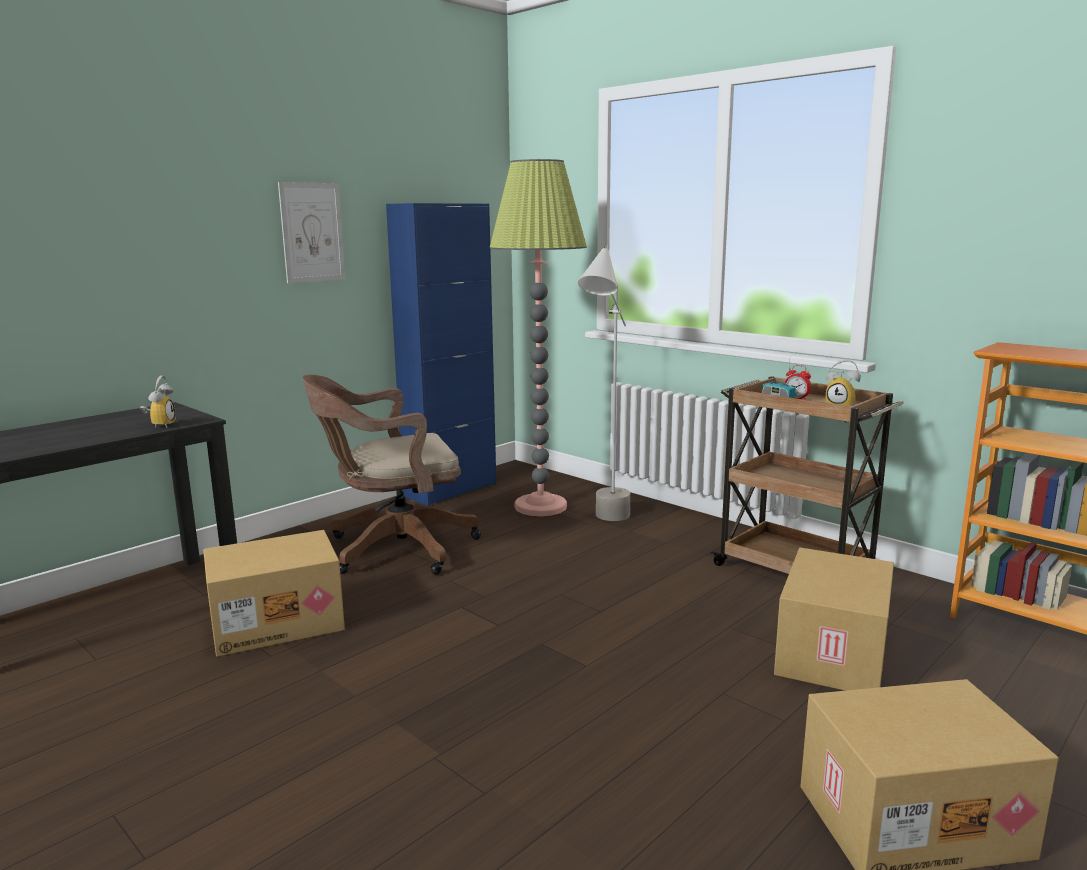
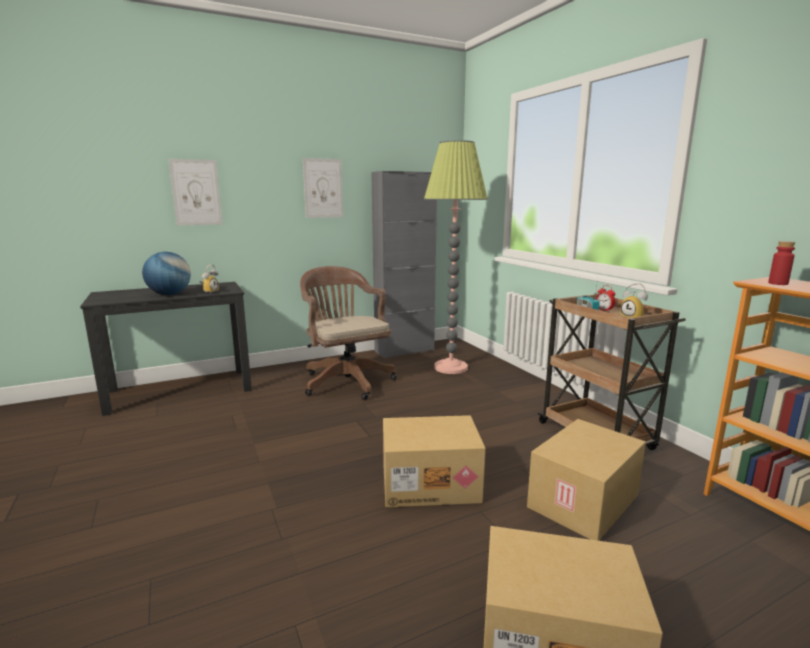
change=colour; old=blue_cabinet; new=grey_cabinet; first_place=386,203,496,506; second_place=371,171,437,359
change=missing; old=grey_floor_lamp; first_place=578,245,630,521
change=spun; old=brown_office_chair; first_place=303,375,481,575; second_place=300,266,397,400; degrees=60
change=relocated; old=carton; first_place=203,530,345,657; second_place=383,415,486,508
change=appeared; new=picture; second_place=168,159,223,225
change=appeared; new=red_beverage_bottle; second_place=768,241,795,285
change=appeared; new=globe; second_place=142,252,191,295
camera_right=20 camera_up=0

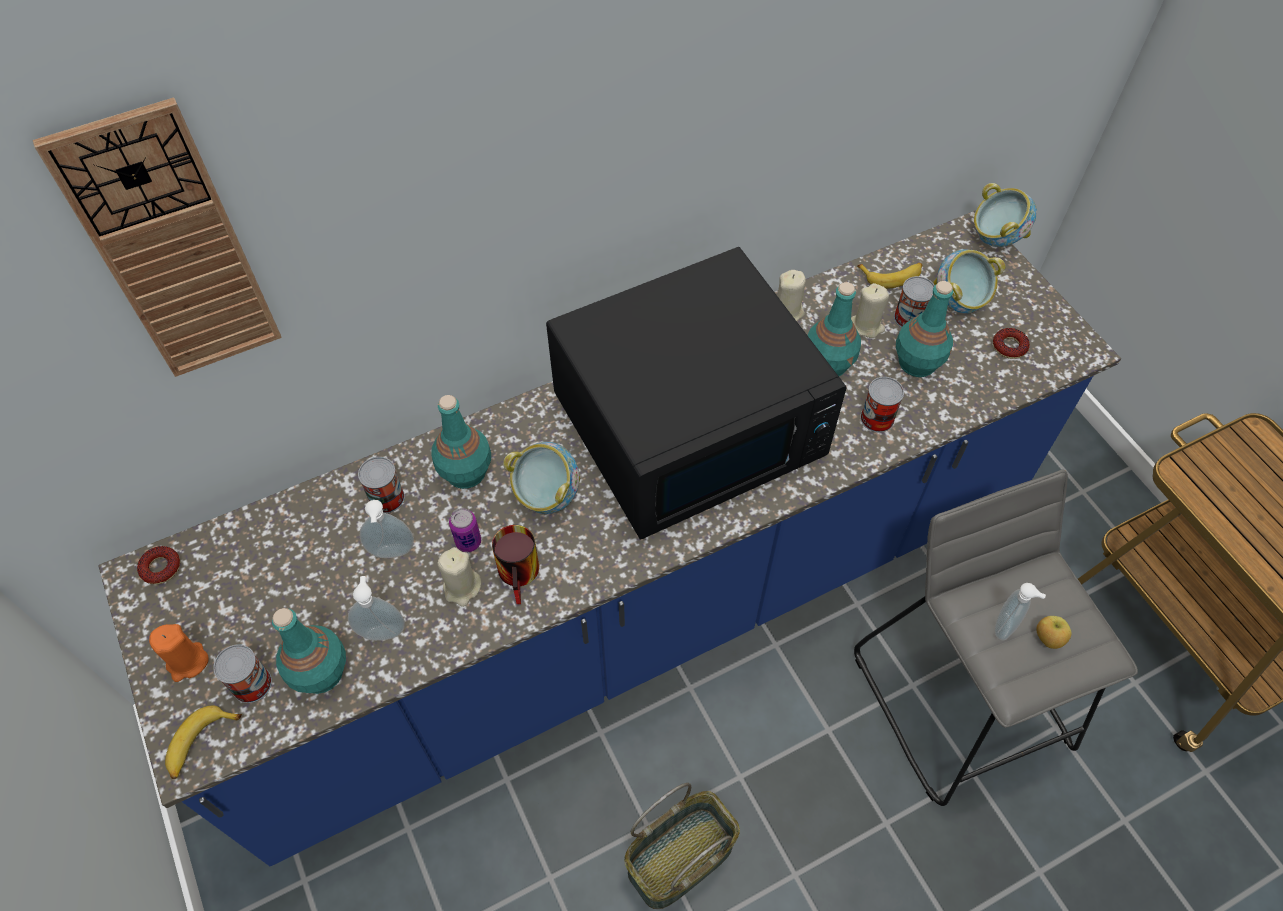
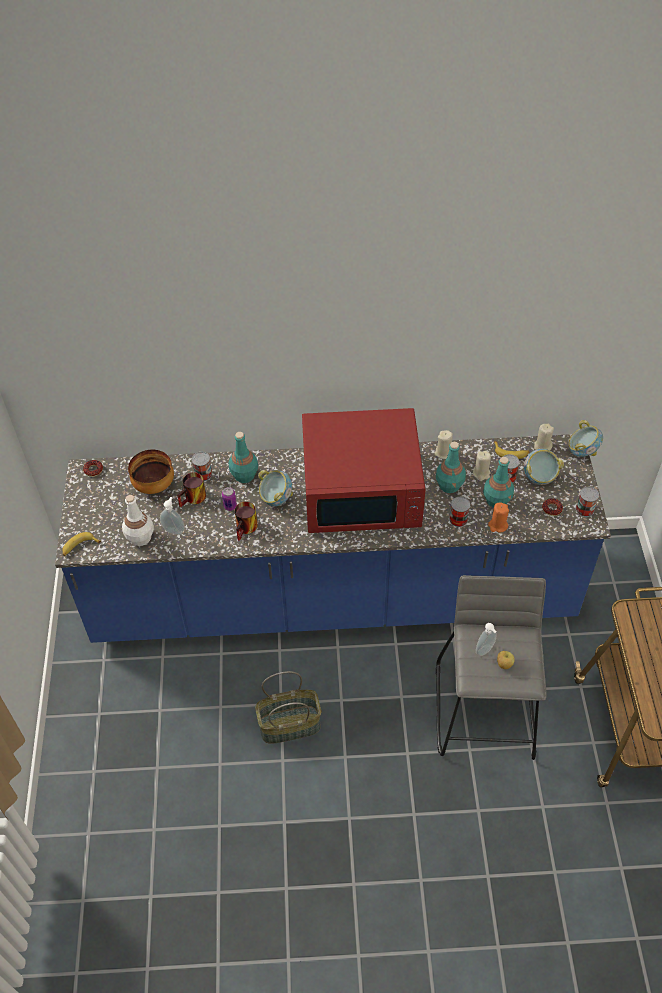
change=missing; old=wall_clock; first_place=33,97,282,377
change=colour; old=black_microwave_oven; new=red_microwave_oven; first_place=546,247,847,539; second_place=302,408,425,533
change=exchanged; old=soap_dispenser; new=tea_mug; first_place=360,500,414,558; second_place=177,472,206,507
change=relocated; old=beige_wax_light; first_place=437,547,481,607; second_place=534,424,554,450
change=colour; old=turquoise-coloured_beverage_bottle; new=white-coloured_beverage_bottle; first_place=272,608,346,694; second_place=122,495,154,546
change=relocated; old=orangey_wax_light; first_place=149,624,209,682; second_place=488,502,509,533
change=relocated; old=sealed_can; first_place=213,644,272,703; second_place=576,487,599,517
change=appeared; new=deep_dish; second_place=128,450,174,494
camera_right=25 camera_up=-5

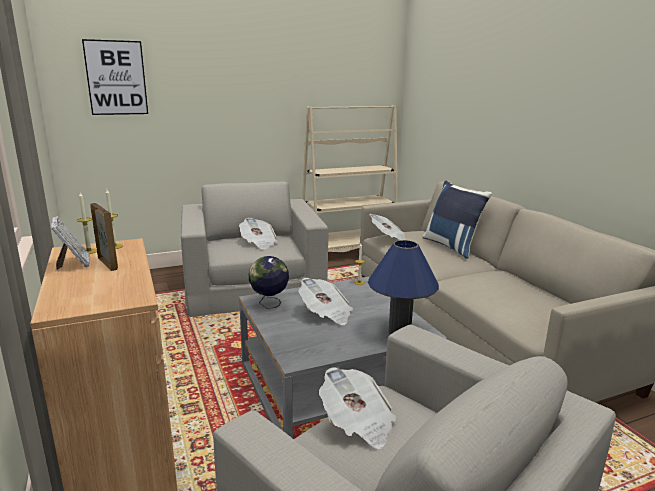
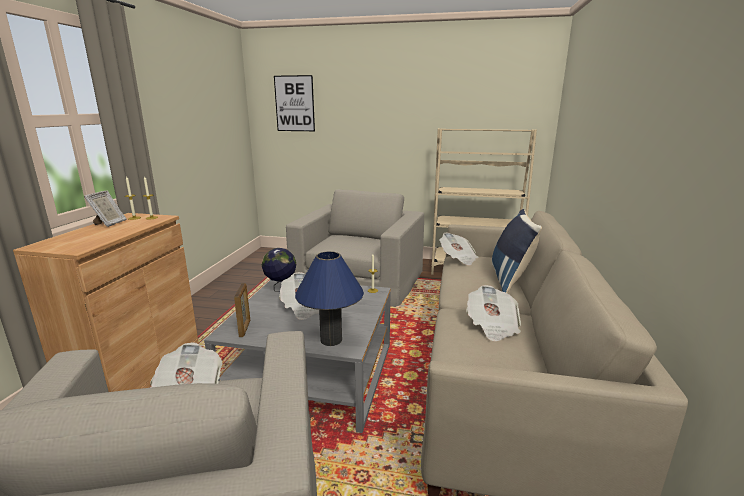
change=relocated; old=standing_frame; first_place=90,203,118,271; second_place=234,283,250,337
change=relocated; old=printed_paper; first_place=239,218,278,249; second_place=466,285,521,342
camera_right=35 camera_up=0

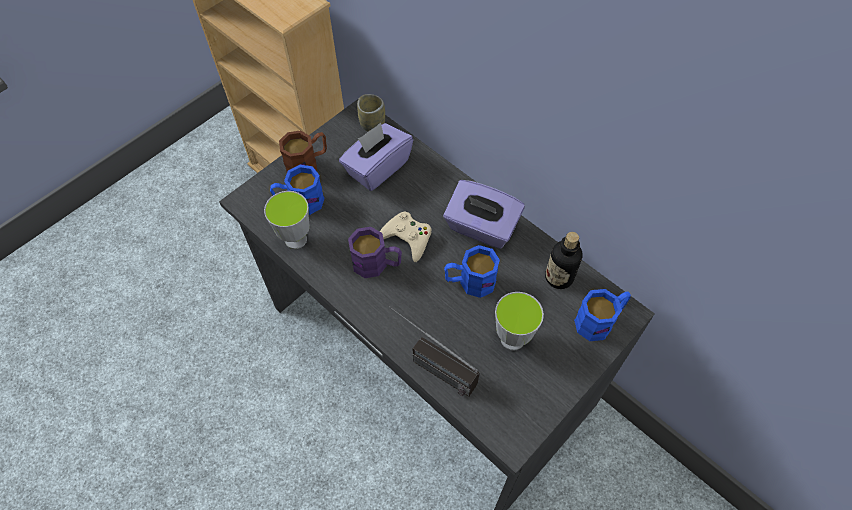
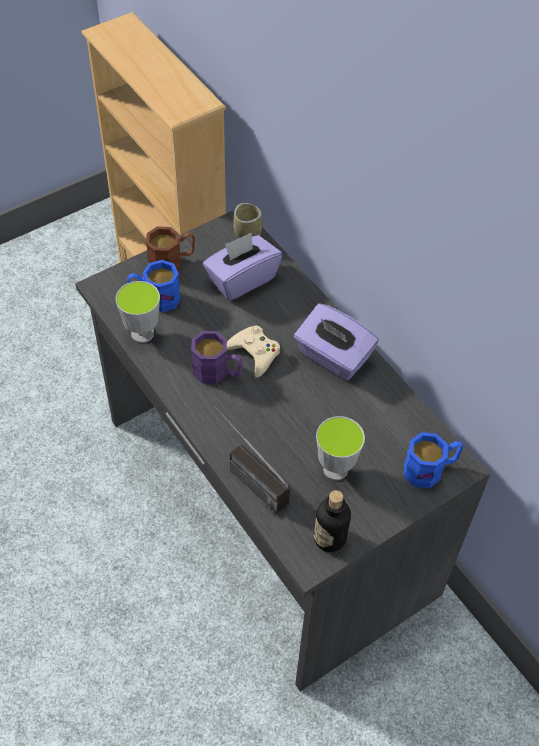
change=relocated; old=beverage_bottle; first_place=545,232,583,289; second_place=314,490,351,552
change=missing; old=blue_tea_mug; first_place=444,245,500,298
camera_right=10 camera_up=-5

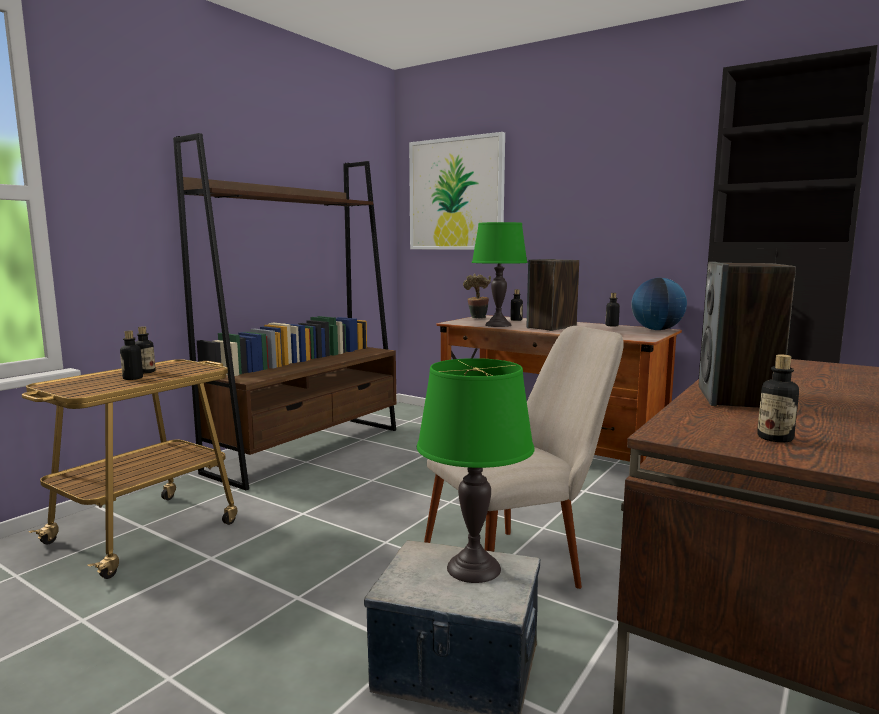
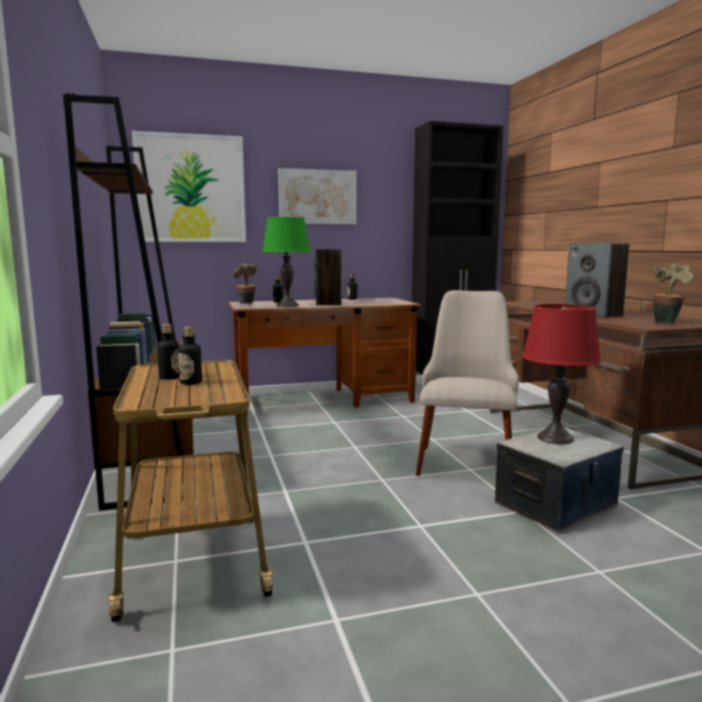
change=missing; old=globe; first_place=631,278,687,330
change=exchanged; old=beverage_bottle; new=houseplant; first_place=757,355,799,442; second_place=653,263,693,324
change=colour; old=greenish_table_lamp; new=red_table_lamp; first_place=417,358,535,583; second_place=522,304,601,444
change=appeared; new=picture; second_place=278,168,357,224
camera_right=-50 camera_up=0

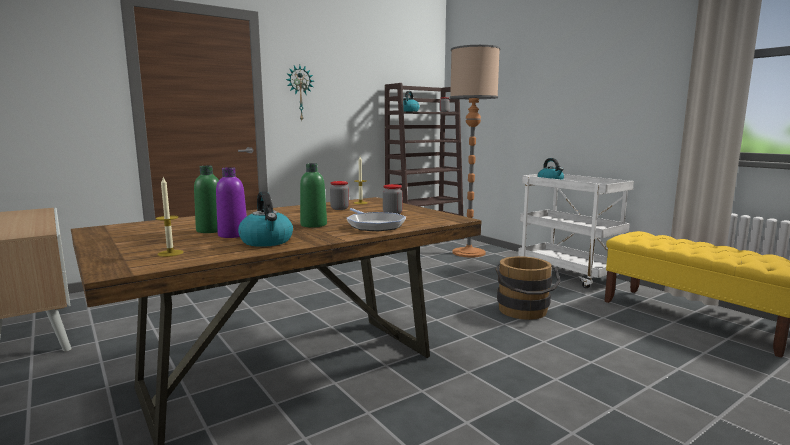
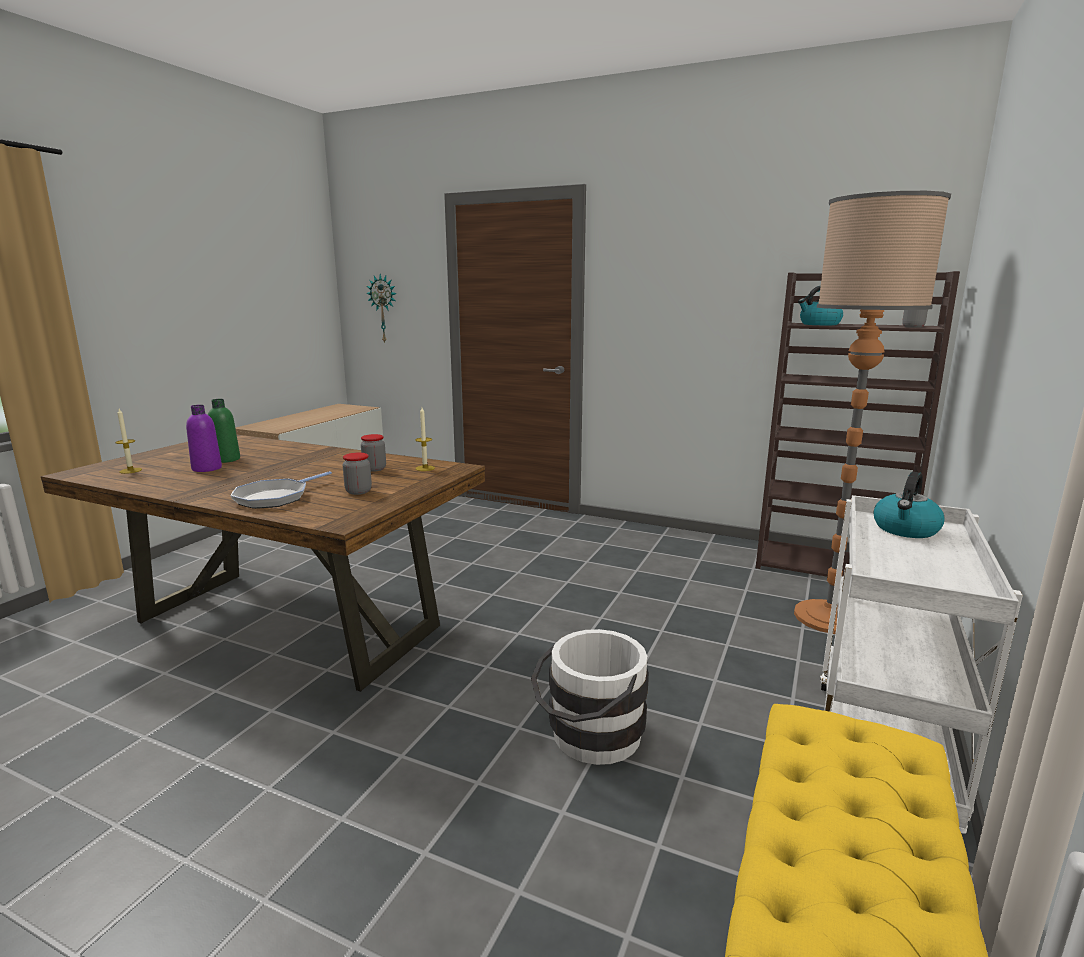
change=relocated; old=wall_clock; first_place=286,65,314,120; second_place=366,274,397,344
change=missing; old=greenish_beverage_bottle; first_place=300,163,327,228
change=missing; old=tea_kettle; first_place=238,191,293,247
change=colour; old=brown_pail; new=white-coloured_pail; first_place=495,256,561,320; second_place=531,629,649,765
camera_right=60 camera_up=5

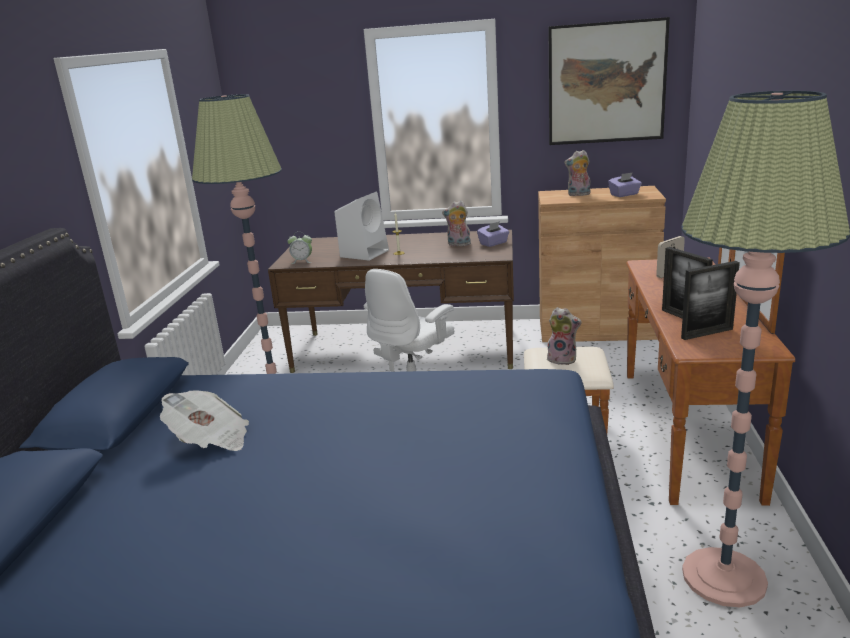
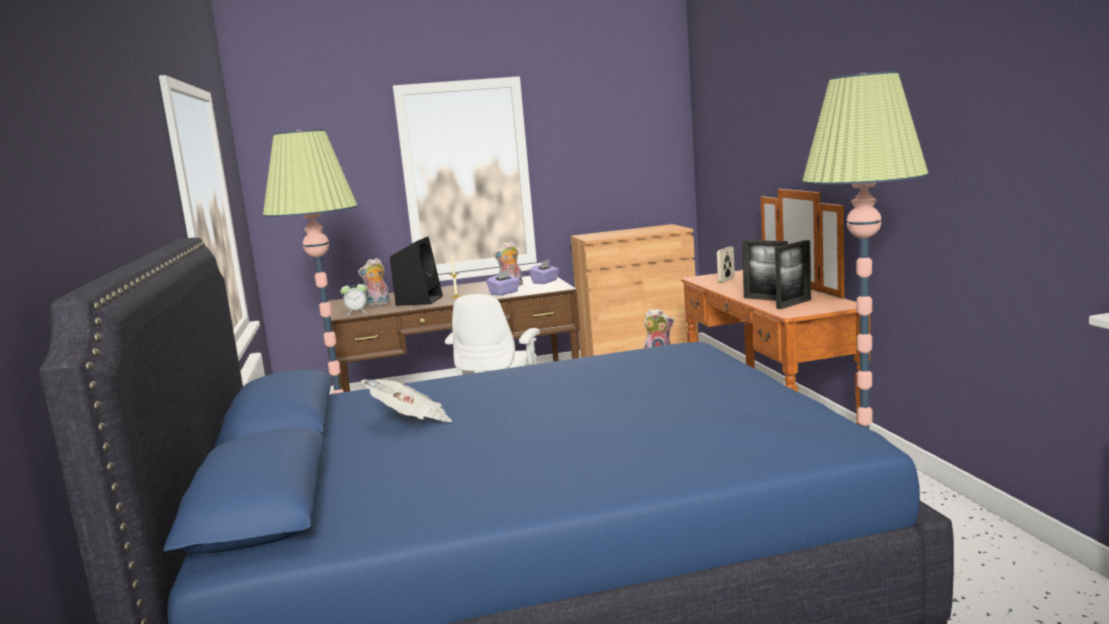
change=missing; old=picture; first_place=549,17,670,145
change=relocated; old=soft_toy; first_place=564,150,591,196; second_place=358,258,390,306
change=relocated; old=purple_box_of_tissues; first_place=608,172,642,197; second_place=486,270,520,296
change=colour; old=white-coloured_audio_speaker; new=black_audio_speaker; first_place=335,191,389,261; second_place=390,237,443,306
camera_right=-20 camera_up=-10

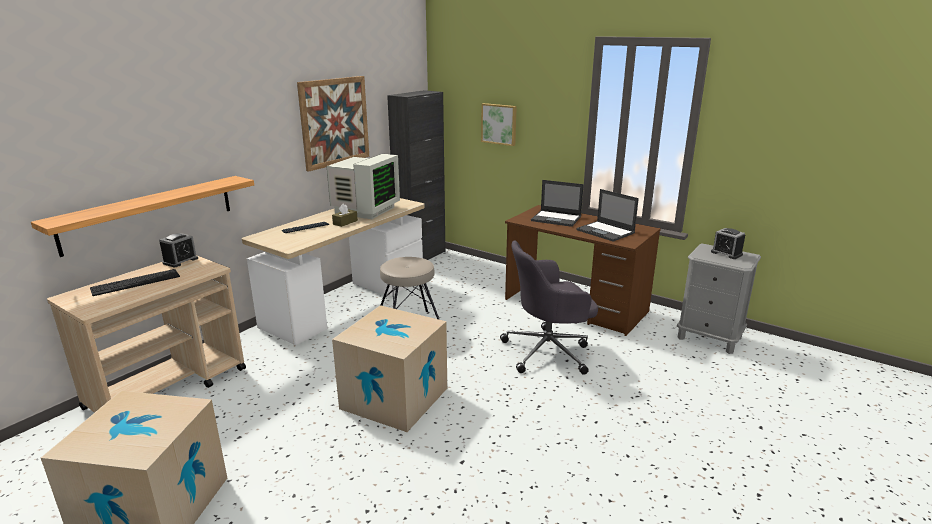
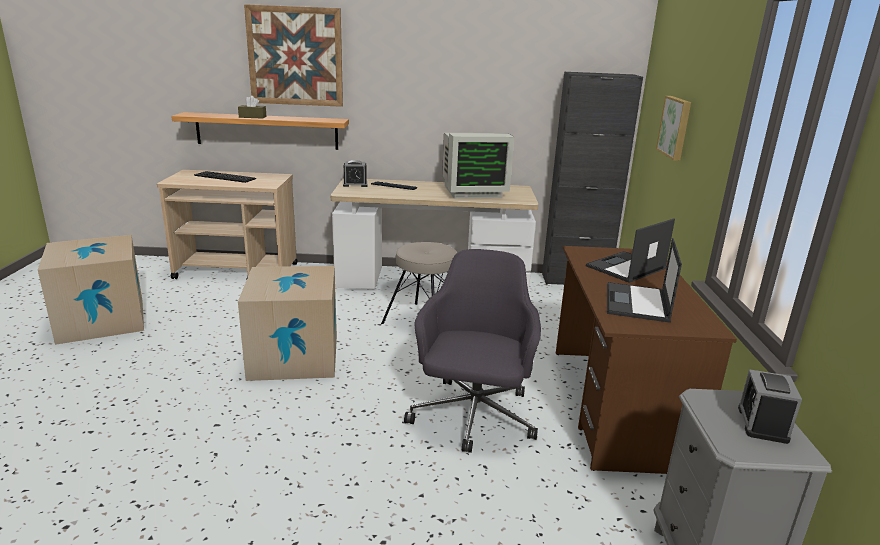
change=relocated; old=picture; first_place=297,76,369,172; second_place=244,4,343,107
change=spun; old=notebook_computer; first_place=531,180,584,227; second_place=586,218,675,283; degrees=60
change=relocated; old=brown_box_of_tissues; first_place=332,203,358,227; second_place=238,96,266,119
change=relocated; old=alarm_clock; first_place=159,233,198,267; second_place=343,160,368,187
change=spun; old=grey_office_chair; first_place=500,241,598,375; second_place=404,249,541,453; degrees=60
camera_right=55 camera_up=0

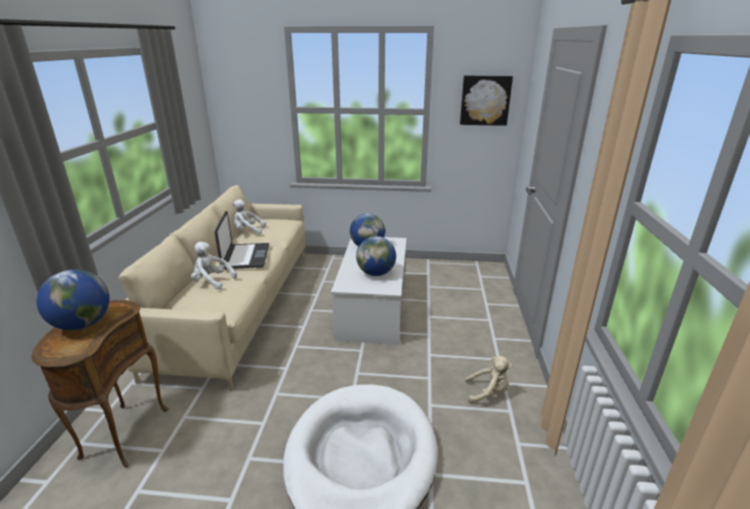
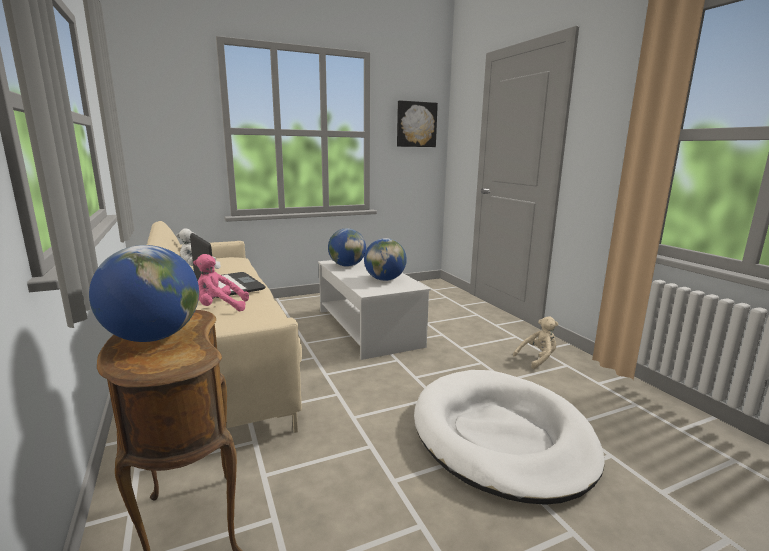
change=colour; old=white-coloured_soft_toy; new=pink-coloured_soft_toy; first_place=191,242,237,290; second_place=193,254,249,311
camera_right=-30 camera_up=-10

